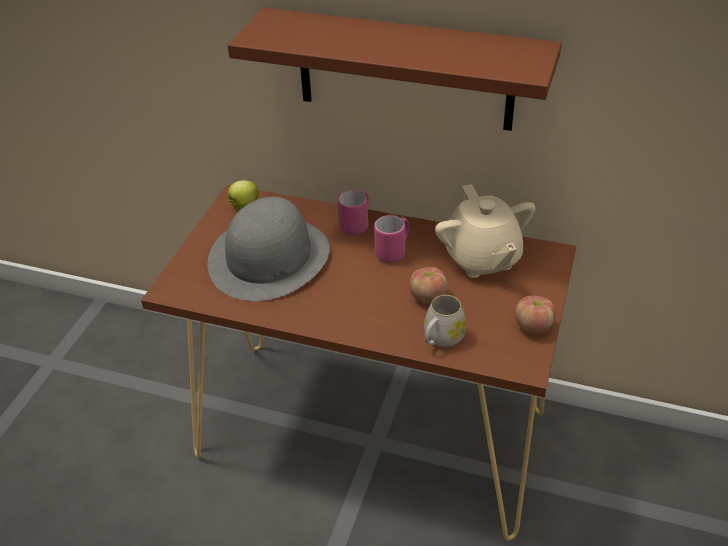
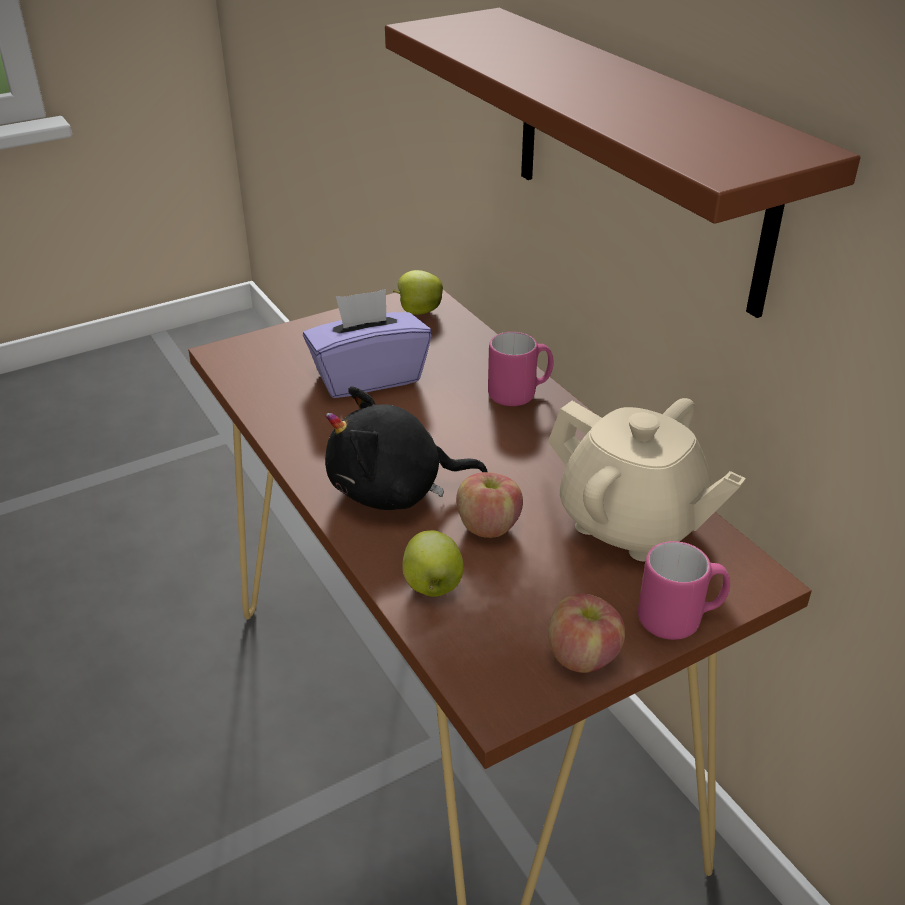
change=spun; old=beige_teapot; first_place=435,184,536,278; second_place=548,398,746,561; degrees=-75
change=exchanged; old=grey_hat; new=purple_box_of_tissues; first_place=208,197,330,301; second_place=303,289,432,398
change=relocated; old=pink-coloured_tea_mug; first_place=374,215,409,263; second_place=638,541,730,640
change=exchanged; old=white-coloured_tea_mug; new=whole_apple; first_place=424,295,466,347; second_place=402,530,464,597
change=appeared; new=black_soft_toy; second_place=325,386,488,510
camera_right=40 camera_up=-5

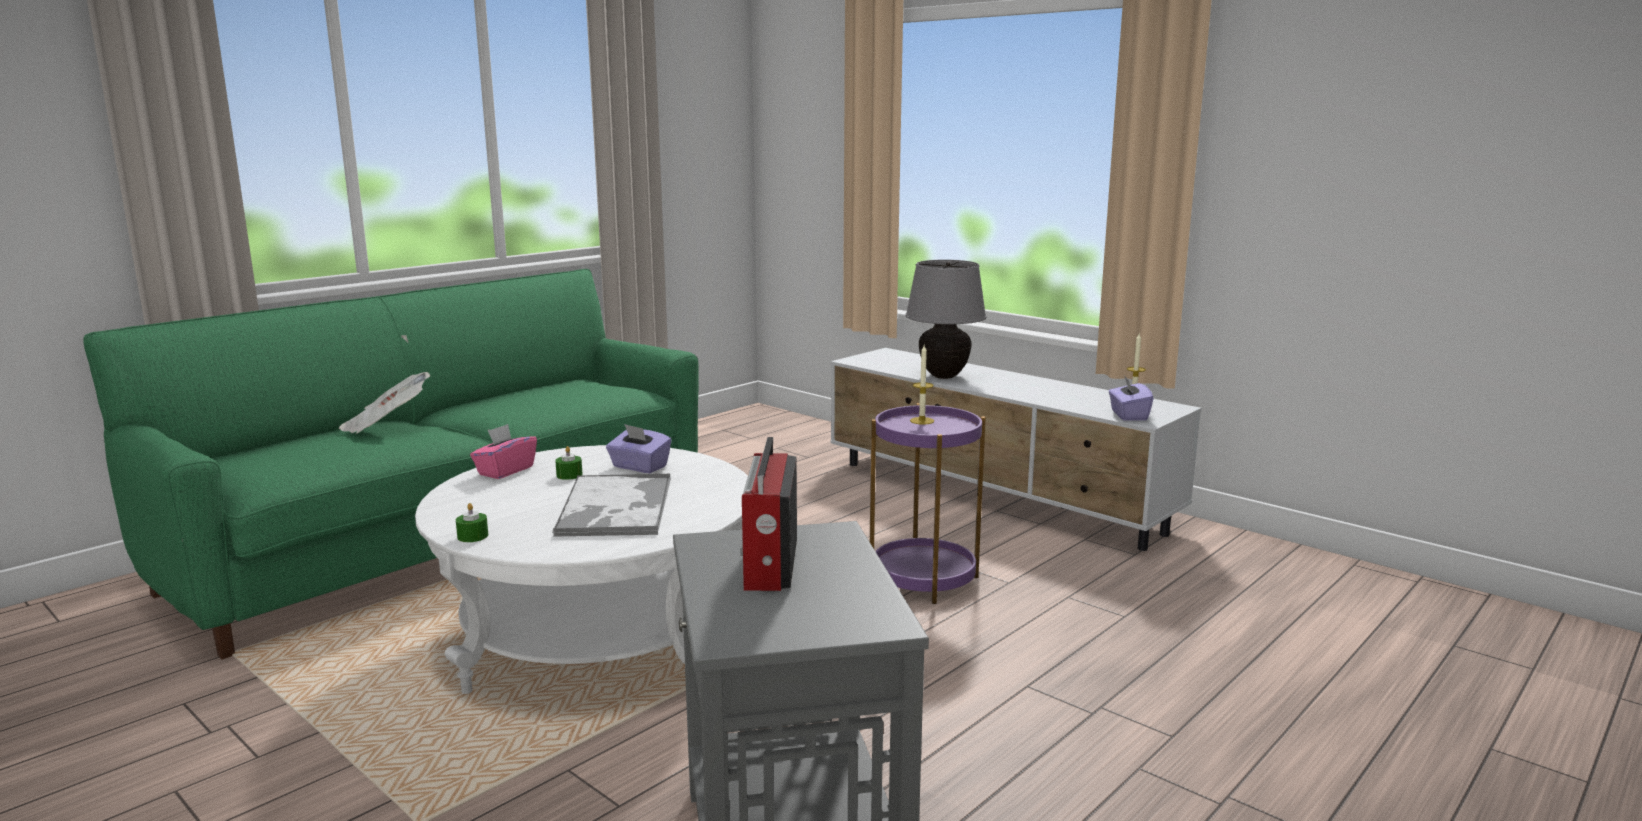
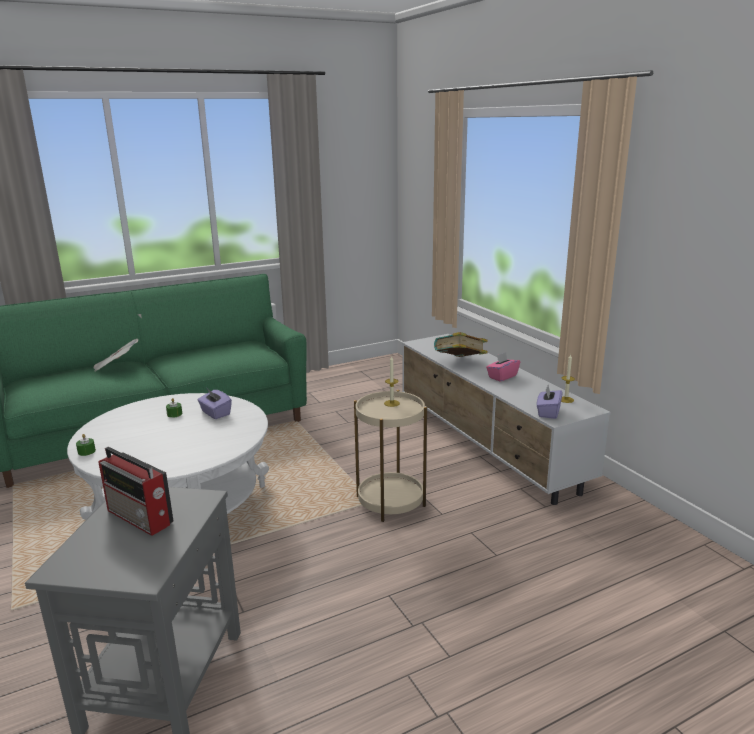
change=exchanged; old=grey_table_lamp; new=volume; first_place=905,260,987,379; second_place=434,332,487,357
change=colour; old=purple_accent_table; new=beige_accent_table; first_place=870,403,985,604; second_place=354,390,427,522
change=relocated; old=pink-coloured_box_of_tissues; first_place=470,424,537,479; second_place=486,352,520,382
change=spun; old=radio_set; first_place=740,437,797,591; second_place=98,447,173,536; degrees=-75
change=missing; old=serving_tray; first_place=552,474,671,537
camera_right=20 camera_up=5

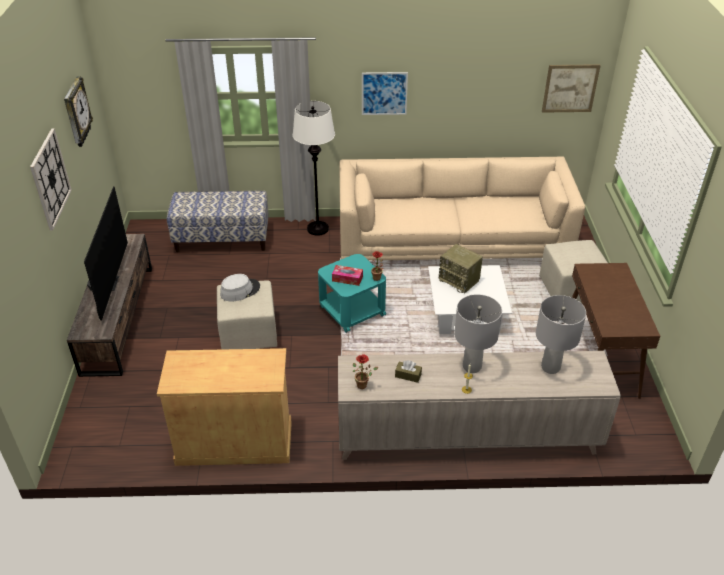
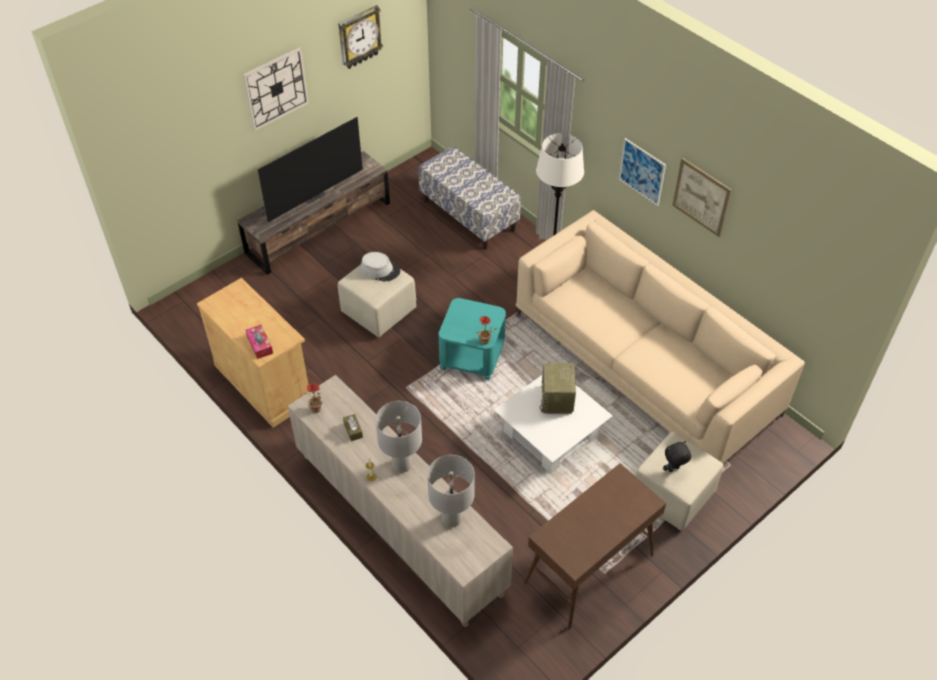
change=relocated; old=picture; first_place=542,64,601,113; second_place=672,158,732,237
change=relocated; old=box_of_tissues; first_place=332,265,363,286; second_place=245,325,273,359
change=appeared; new=black_soft_toy; second_place=663,441,691,472
camera_right=50 camera_up=10

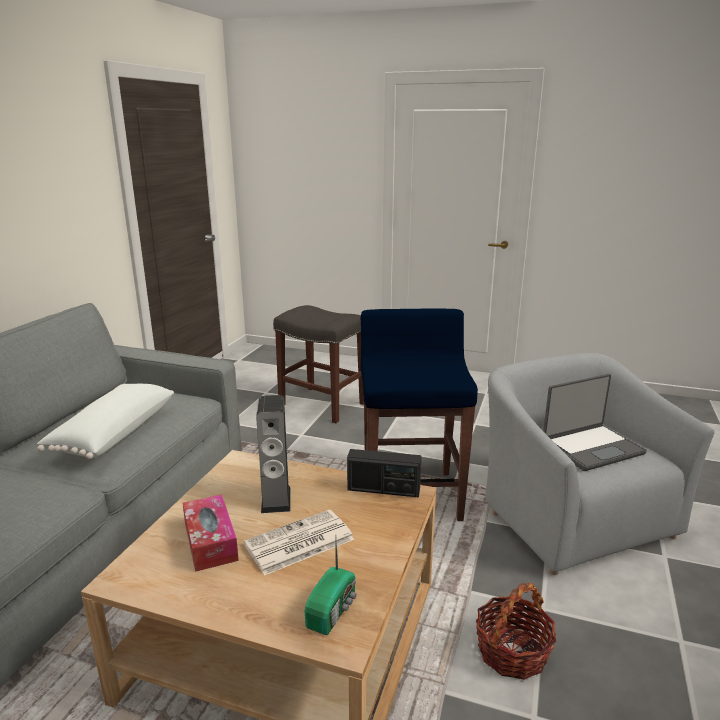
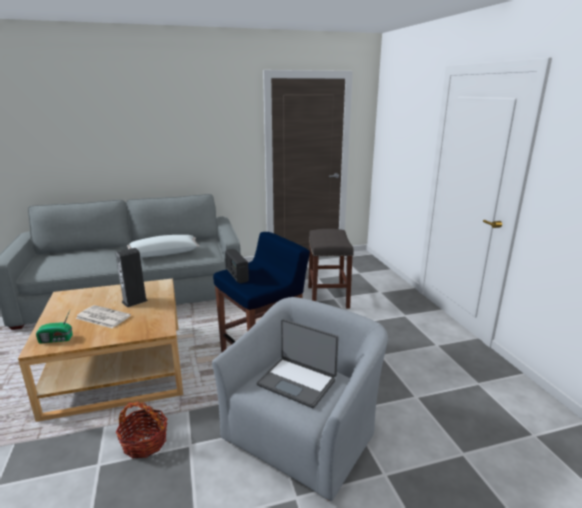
change=relocated; old=radio_set; first_place=347,449,421,497; second_place=225,249,249,284
change=missing; old=box_of_tissues; first_place=183,494,239,572
camera_right=55 camera_up=0

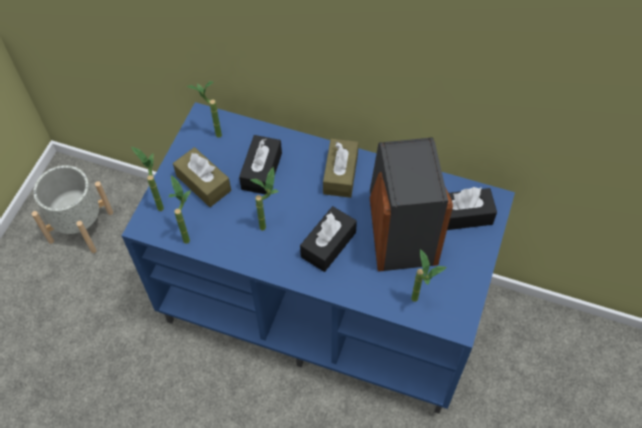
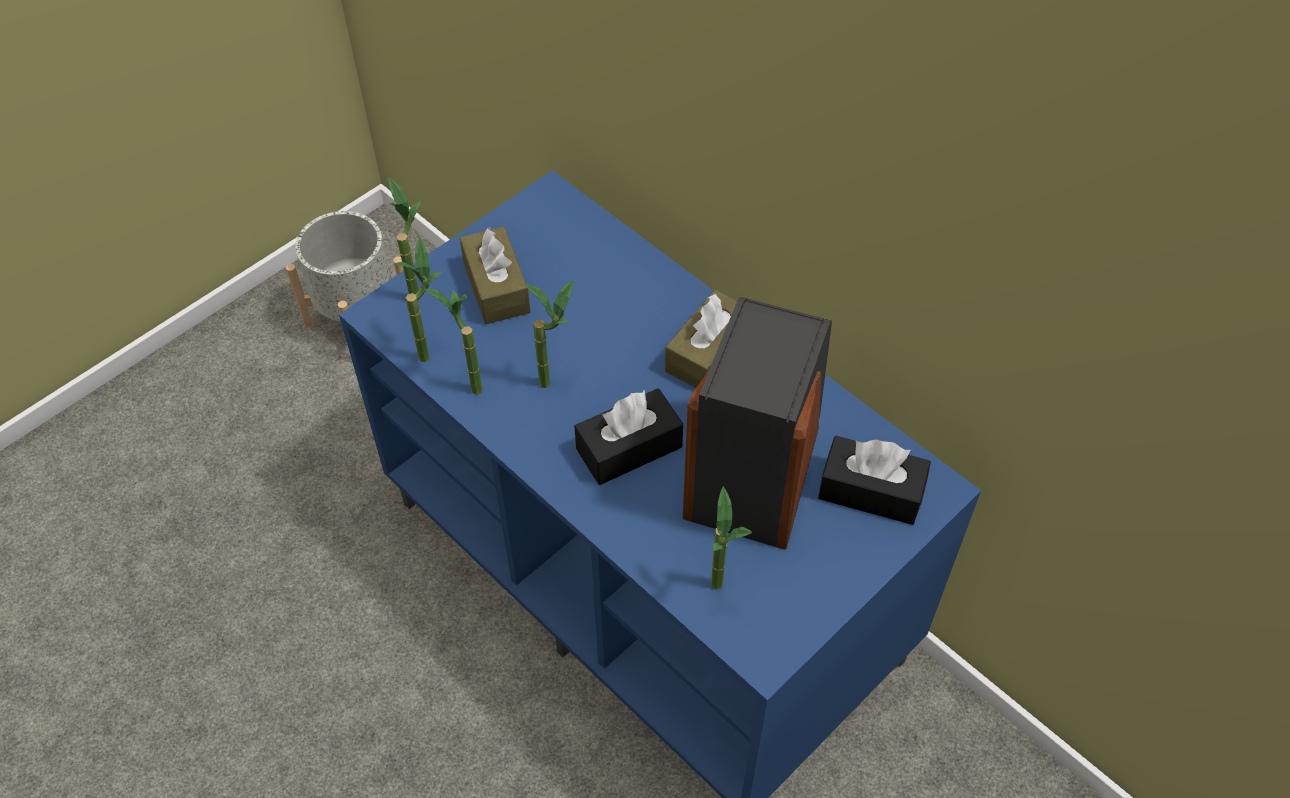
change=relocated; old=houseplant; first_place=187,81,222,138; second_place=424,289,482,395
change=missing; old=black_box_of_tissues; first_place=239,135,282,195
camera_right=25 camera_up=-5

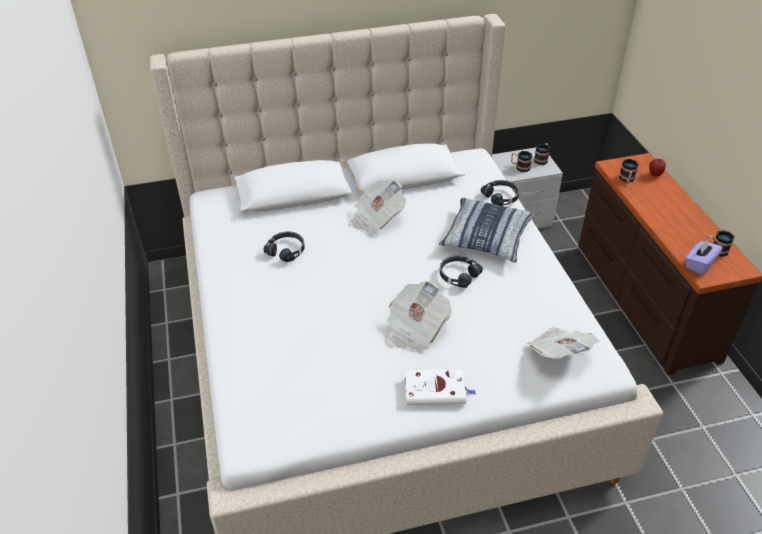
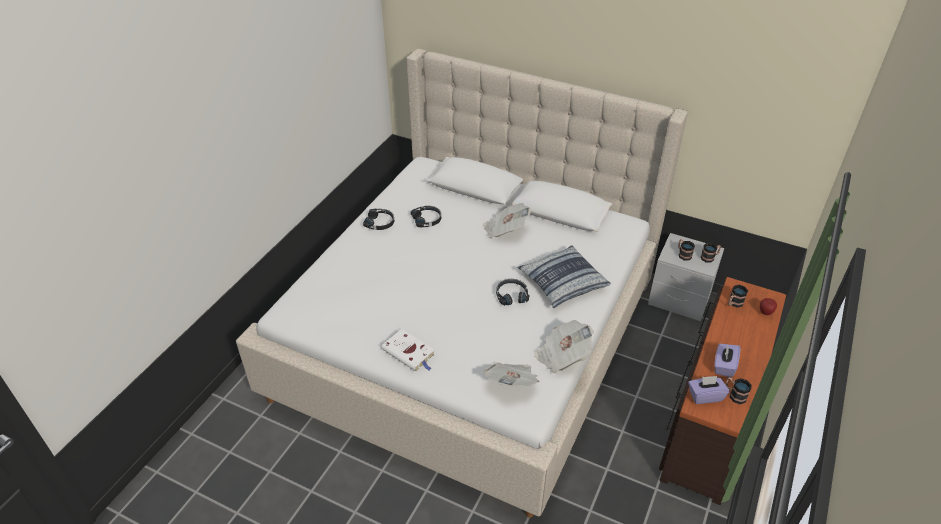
change=relocated; old=black_headphones; first_place=481,180,519,206; second_place=363,209,394,230
change=relocated; old=printed_paper; first_place=387,281,451,350; second_place=534,320,594,374
change=appeared; new=purple_box_of_tissues; second_place=715,344,740,377
camera_right=40 camera_up=0

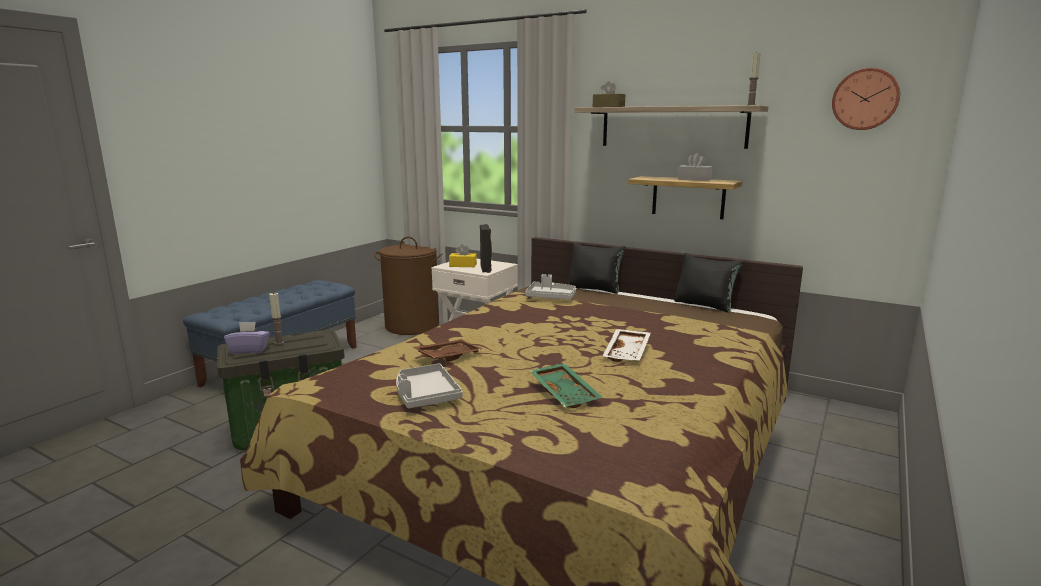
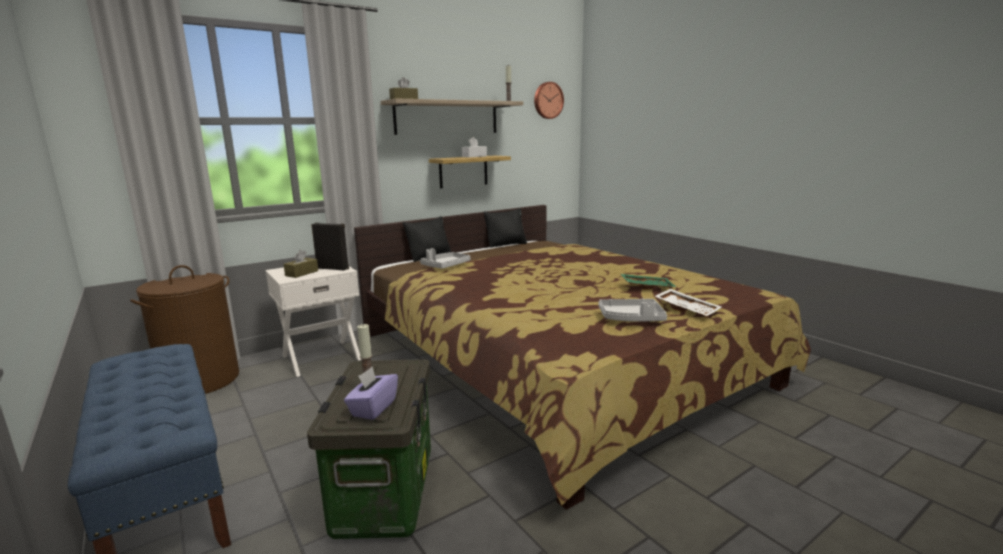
change=colour; old=yellow-coloured_box_of_tissues; new=brown_box_of_tissues; first_place=449,244,477,267; second_place=283,250,318,278
change=relocated; old=white-coloured_serving_tray; first_place=603,329,651,362; second_place=655,289,721,317
change=missing; old=brown_serving_tray; first_place=413,339,484,361
camera_right=-65 camera_up=0

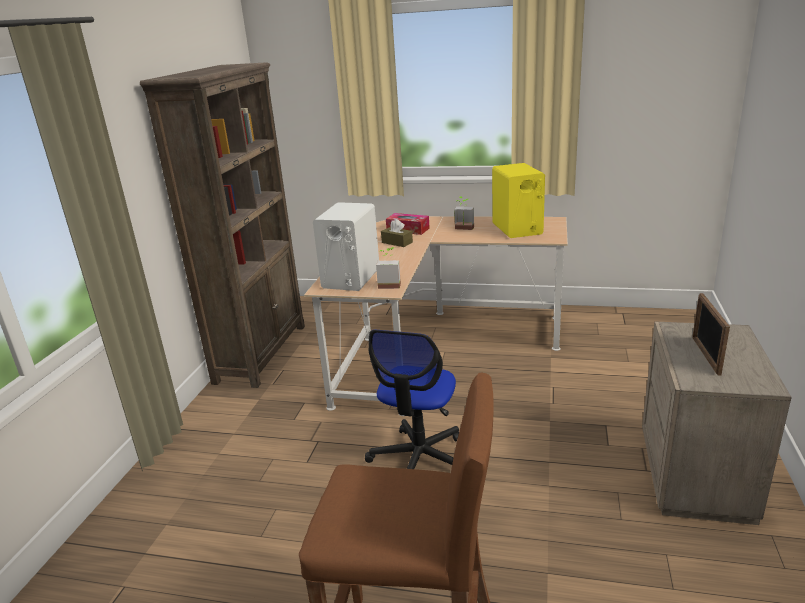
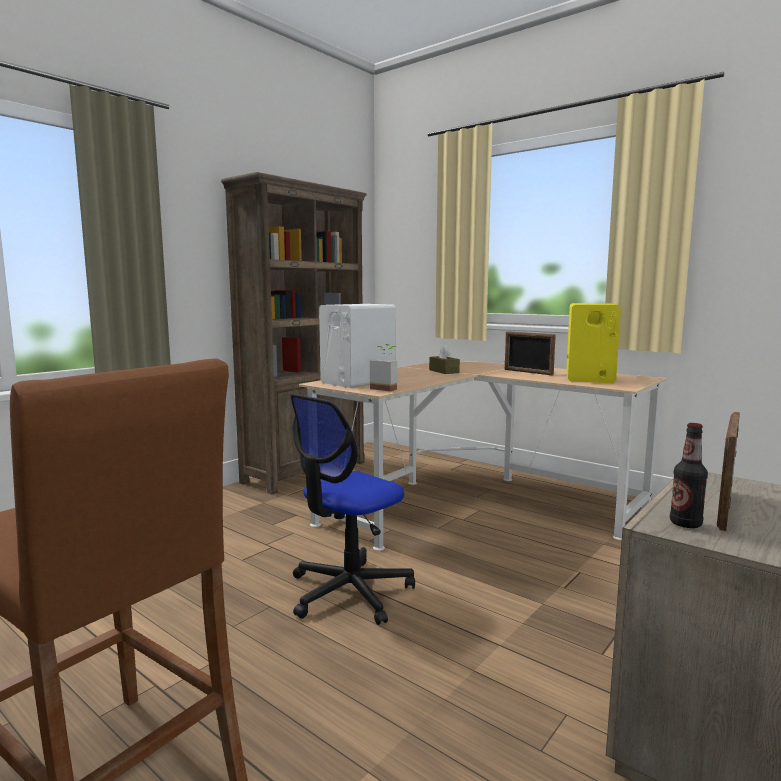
change=exchanged; old=houseplant; new=standing_frame; first_place=454,196,474,230; second_place=505,331,556,375
change=missing; old=box_of_tissues; first_place=386,213,429,235
change=appeared; new=beverage_bottle; second_place=670,423,708,528
camera_right=25 camera_up=-15

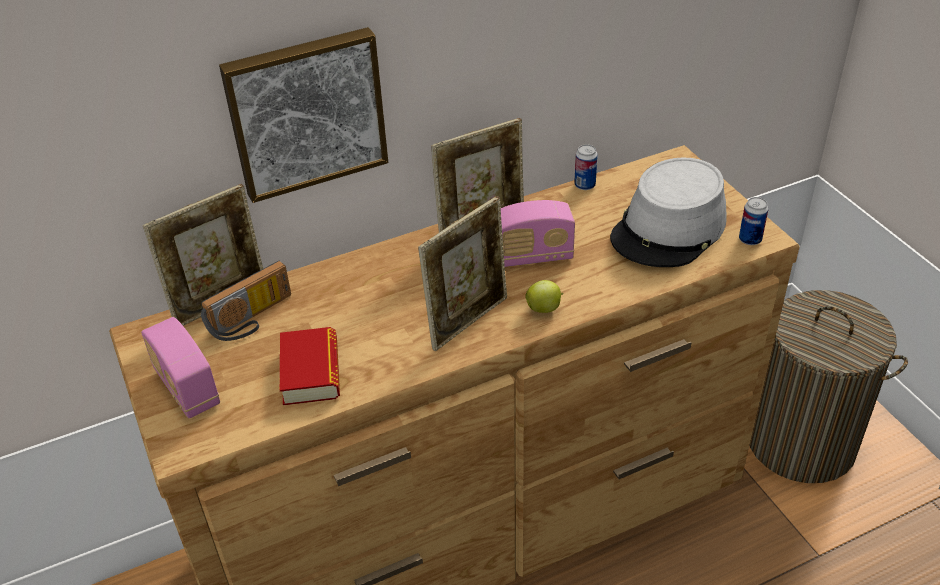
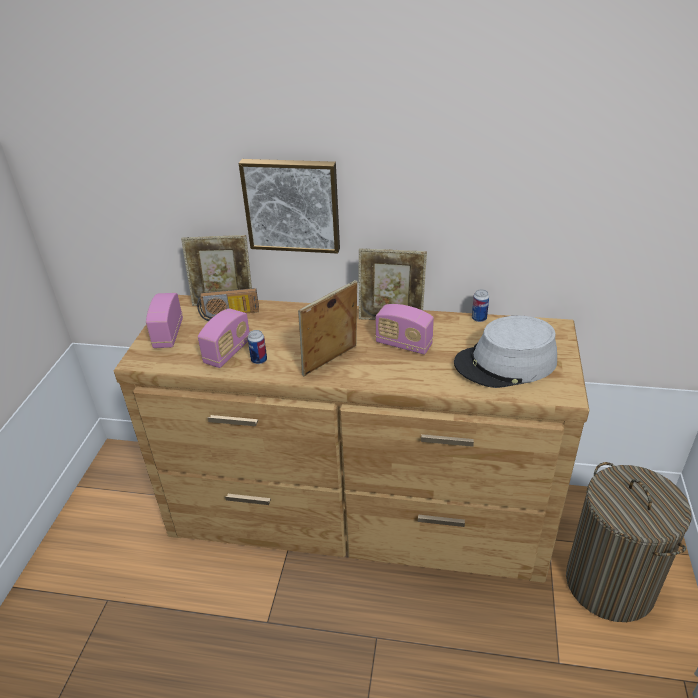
change=spun; old=standing_frame; first_place=418,196,507,351; second_place=298,280,358,376; degrees=150
change=relocated; old=sealed_can; first_place=739,197,769,245; second_place=248,330,267,364
change=missing; old=whole_apple; first_place=525,280,563,313
change=exchanged; old=volume; new=radio_set; first_place=280,327,340,405; second_place=198,308,250,368
camera_right=35 camera_up=-5

